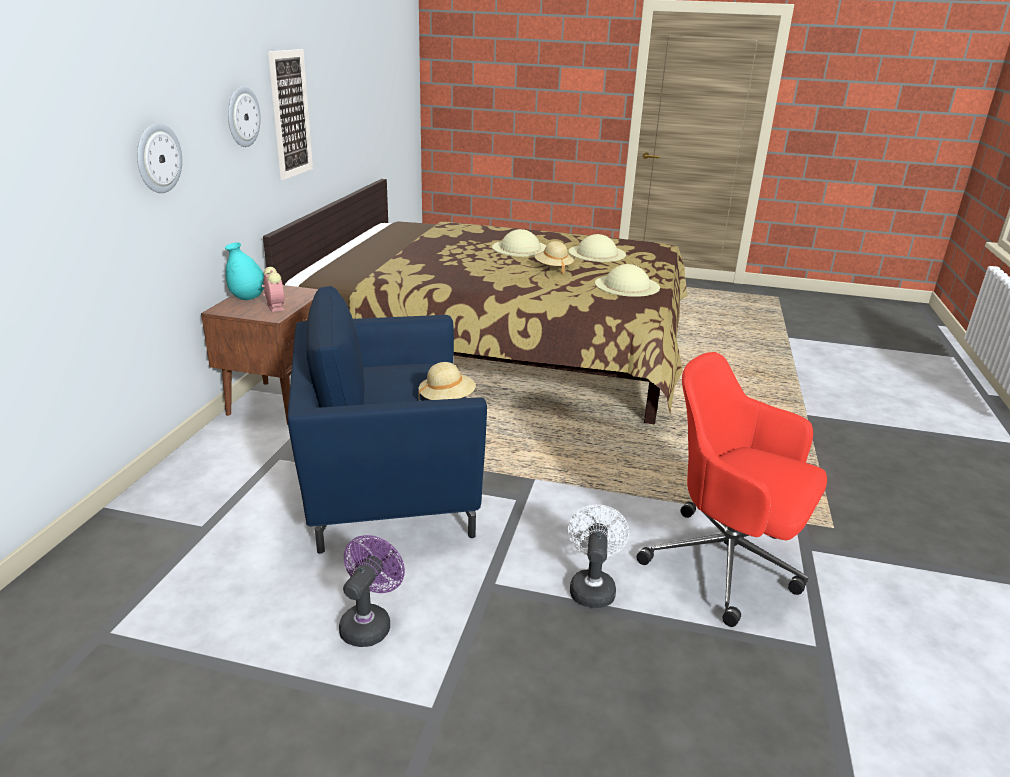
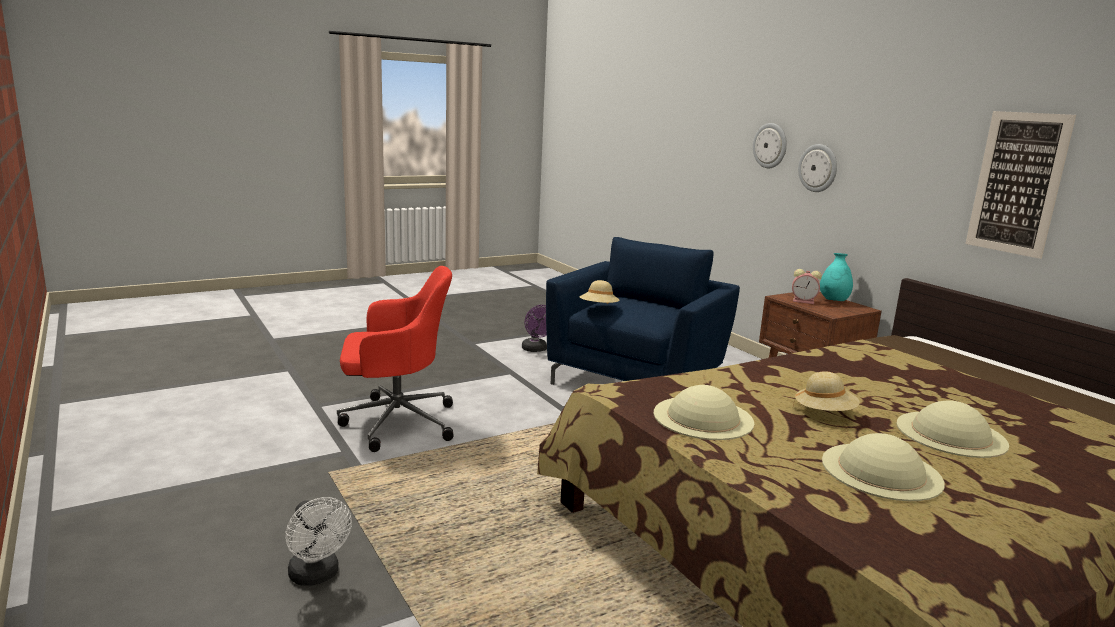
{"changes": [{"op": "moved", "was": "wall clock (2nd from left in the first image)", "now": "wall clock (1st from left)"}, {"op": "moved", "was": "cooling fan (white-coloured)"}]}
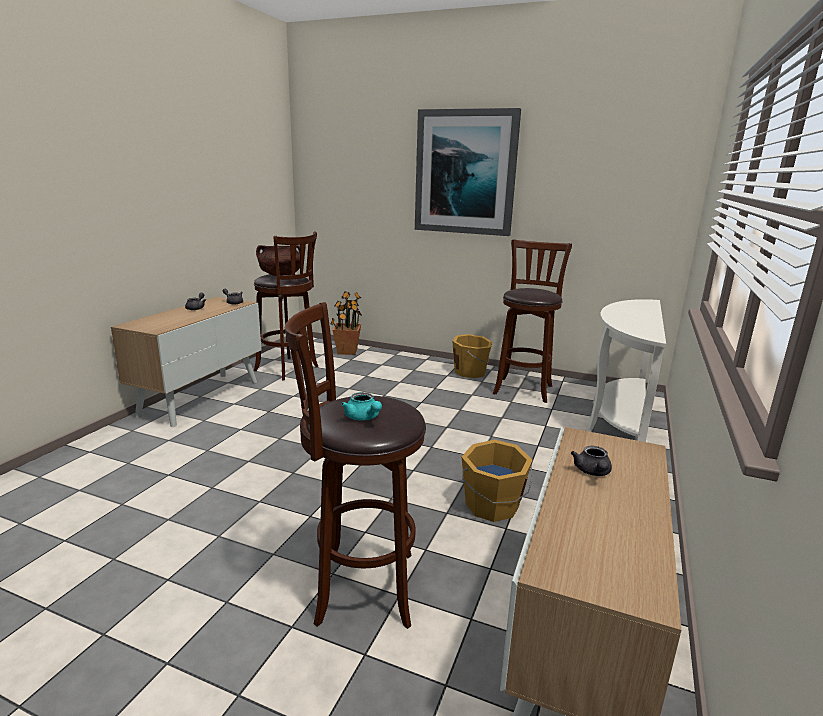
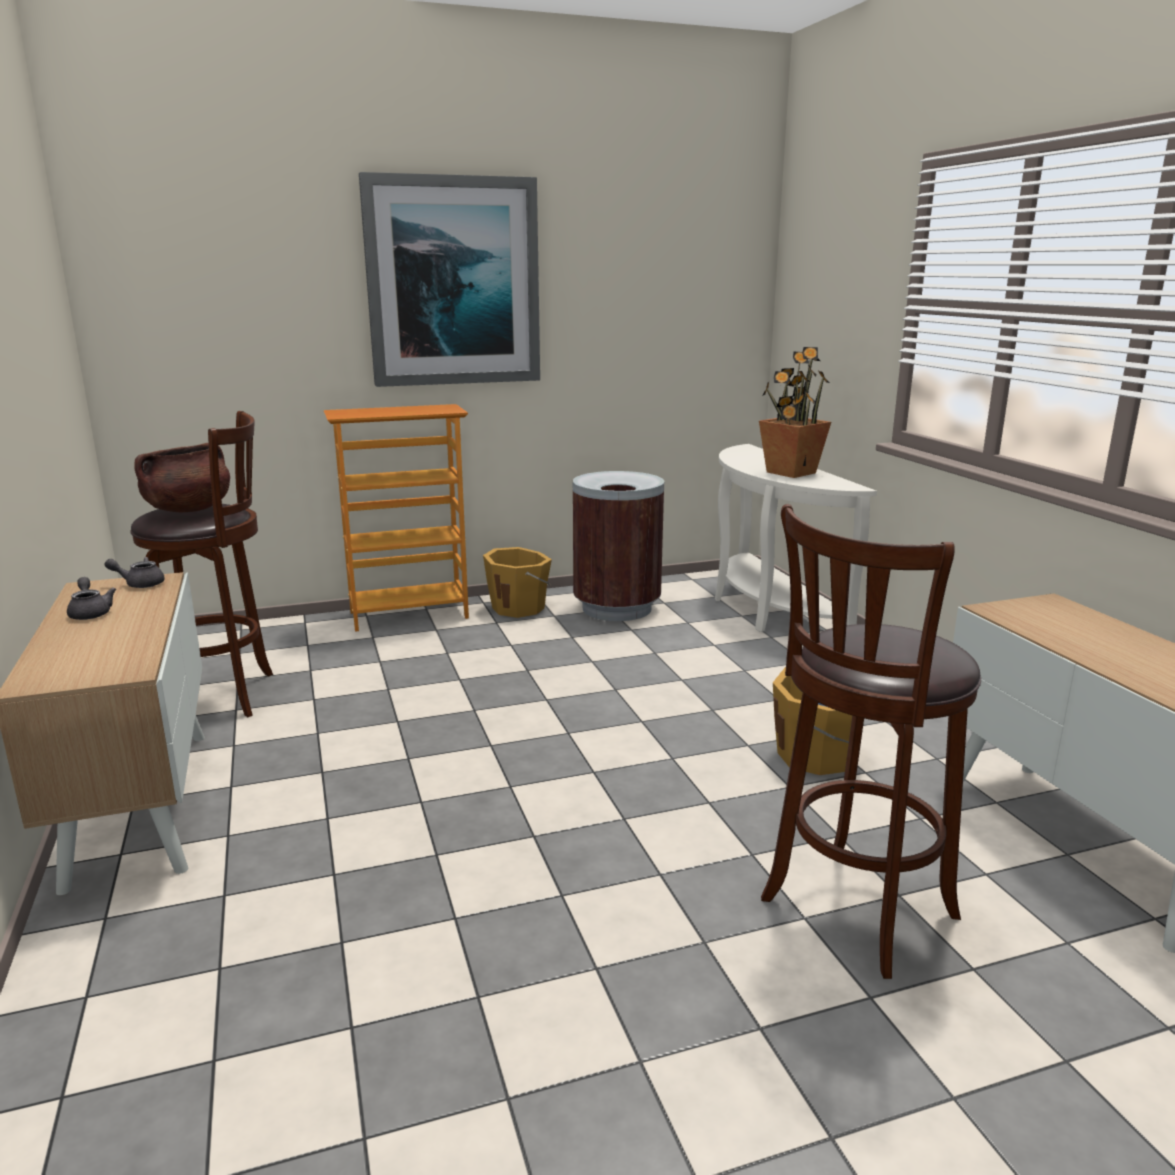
{"changes": [{"op": "replaced", "was": "stool (brown-coloured) (3rd from left)", "now": "waste bin (brown-coloured)"}, {"op": "moved", "was": "houseplant"}, {"op": "removed", "was": "pot for tea (turquoise)"}, {"op": "removed", "was": "pot for tea (greyish) (3rd from left)"}, {"op": "added", "now": "shelving unit"}]}
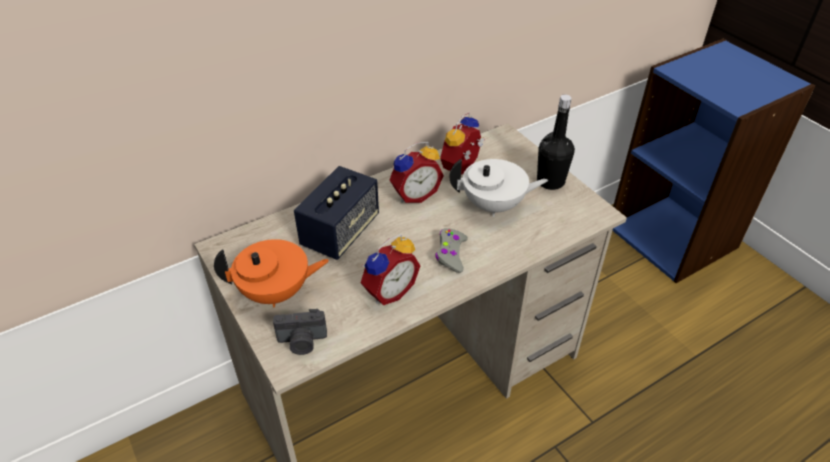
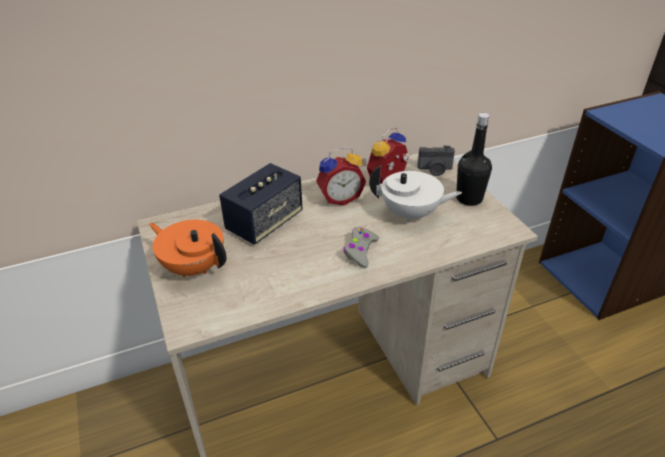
{"changes": [{"op": "removed", "was": "table clock (1st from left)"}, {"op": "turned", "was": "pot for tea (orangey)", "clockwise": -150}, {"op": "moved", "was": "photo camera"}]}
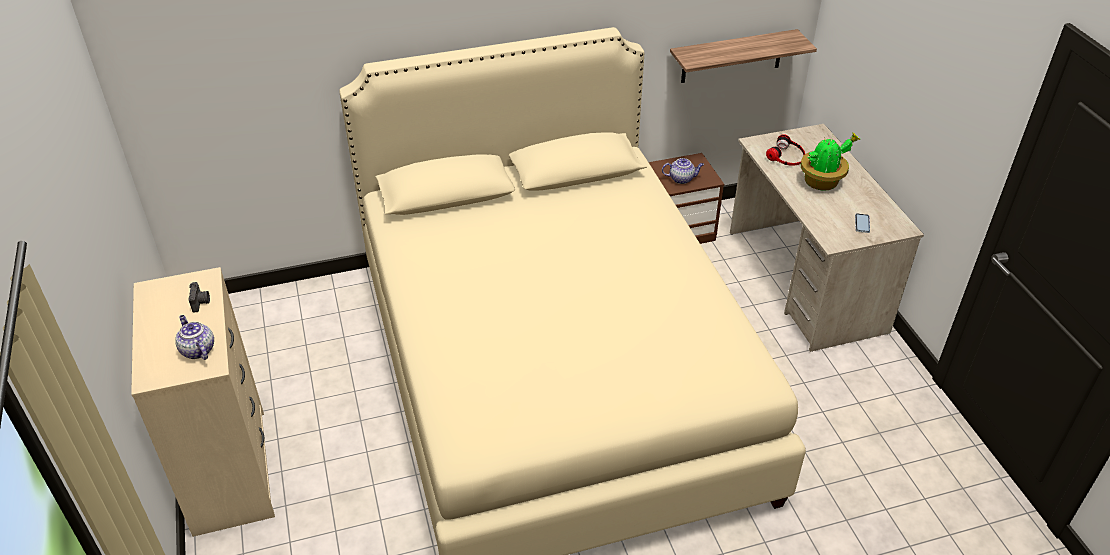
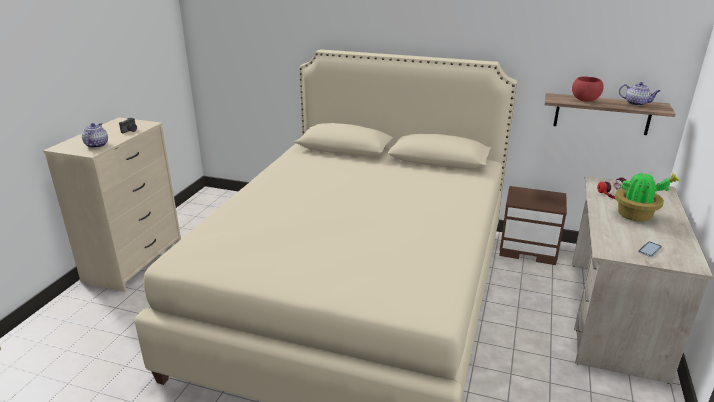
{"changes": [{"op": "moved", "was": "pot for tea (2nd from left)"}, {"op": "added", "now": "serving bowl (red-coloured)"}]}
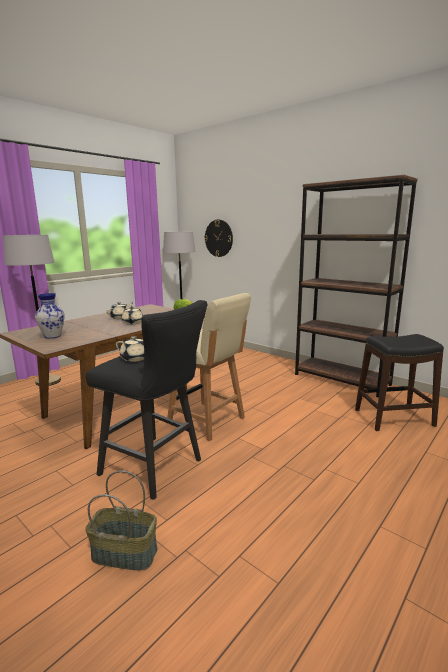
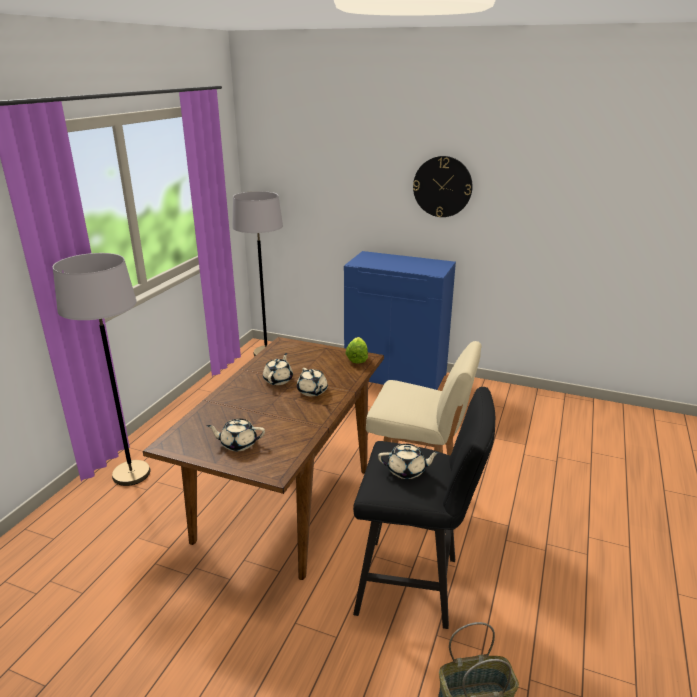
{"changes": [{"op": "removed", "was": "shelving unit (brown-coloured)"}, {"op": "moved", "was": "wall clock"}, {"op": "replaced", "was": "decorative vase", "now": "pot for tea (beige) (1st from left)"}, {"op": "removed", "was": "stool (black-coloured) (2nd from left)"}, {"op": "added", "now": "cupboard (bluish)"}]}
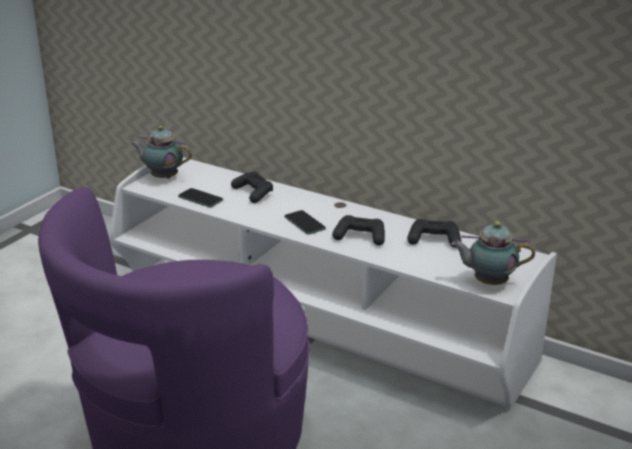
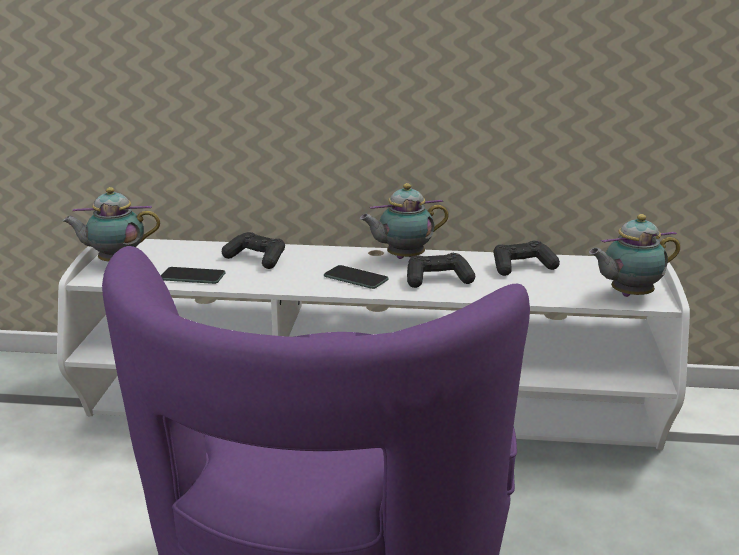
{"changes": [{"op": "added", "now": "pot for tea (2nd from left)"}]}
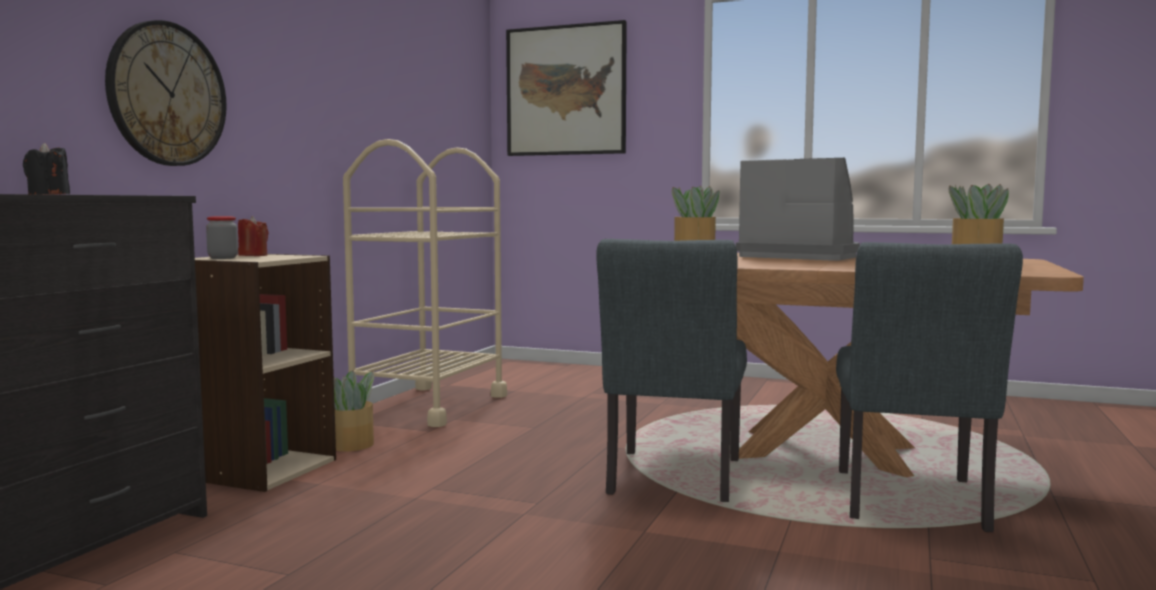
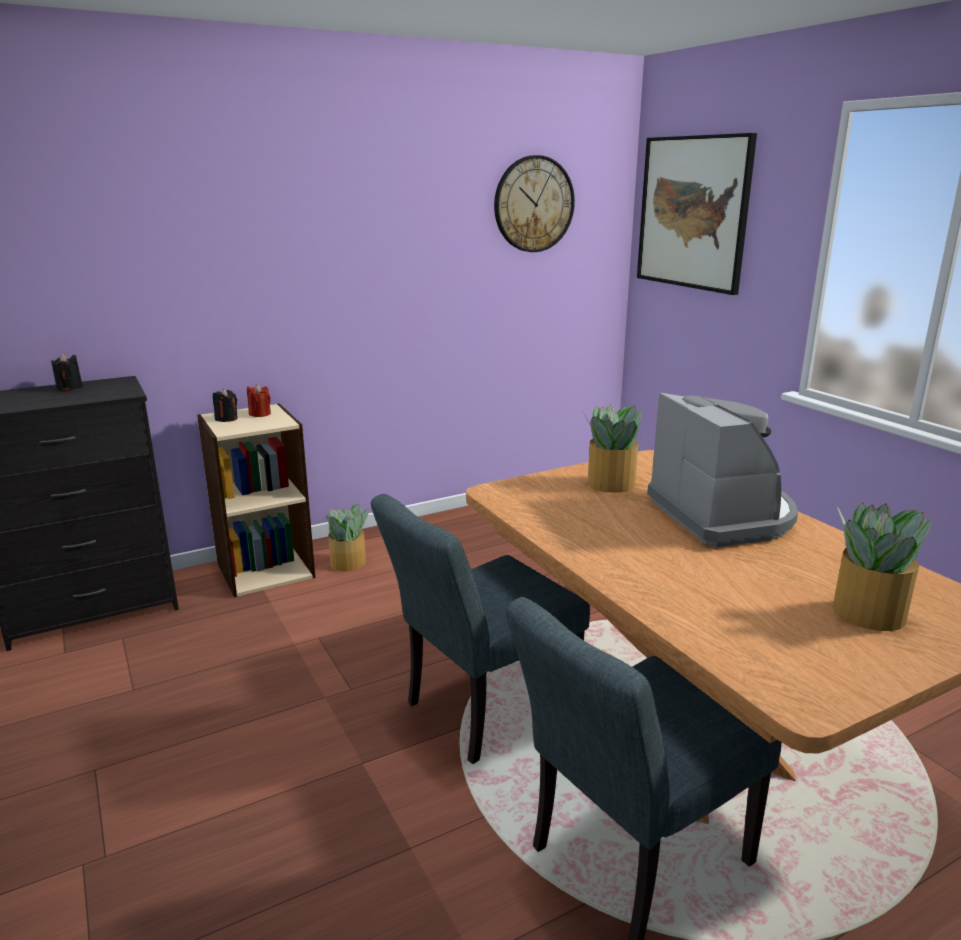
{"changes": [{"op": "moved", "was": "wall clock"}, {"op": "removed", "was": "wheeled cart (beige)"}, {"op": "replaced", "was": "preserve jar", "now": "candle (black-coloured) (2nd from left)"}]}
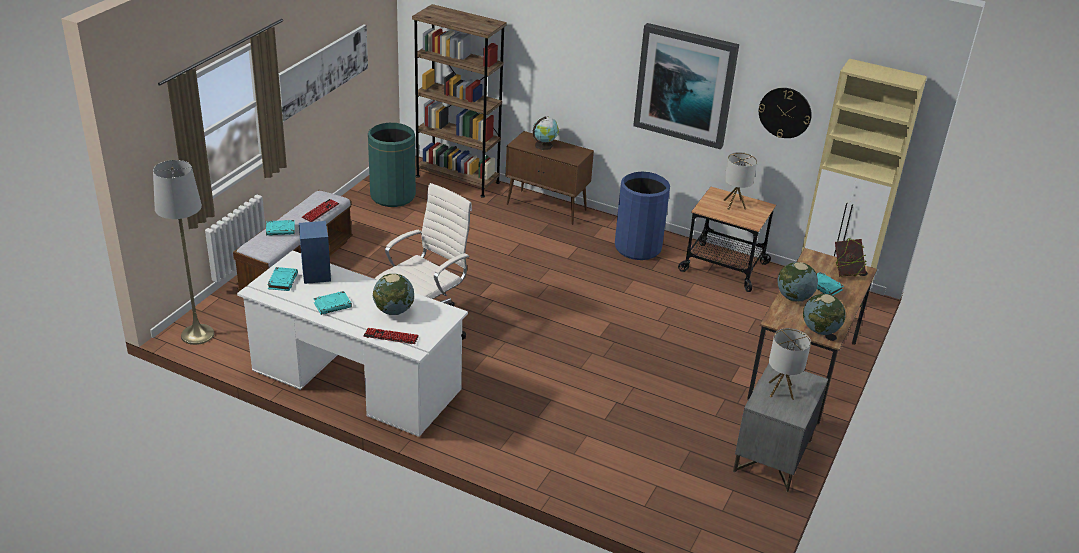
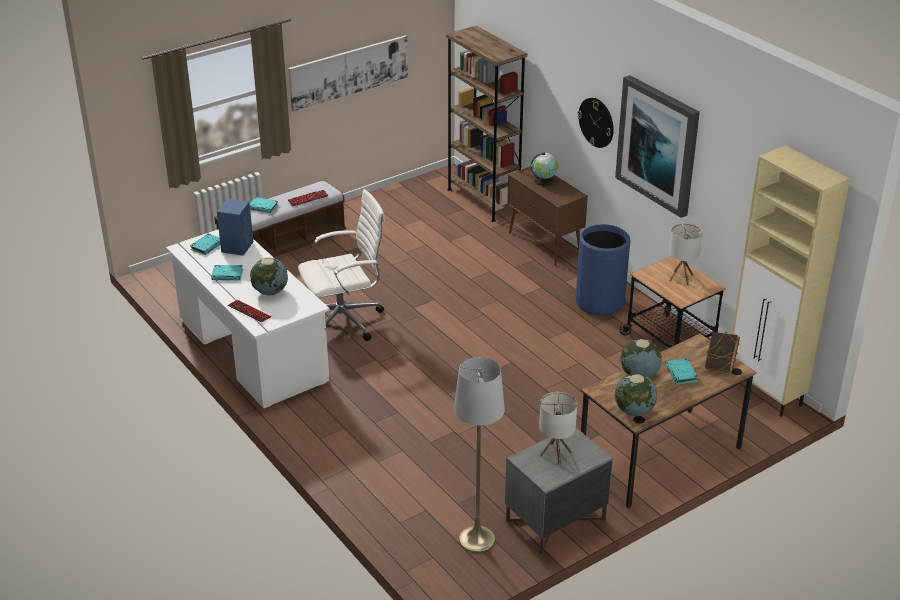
{"changes": [{"op": "moved", "was": "wall clock"}, {"op": "removed", "was": "waste bin (green-coloured)"}, {"op": "moved", "was": "standing lamp (greyish)"}]}
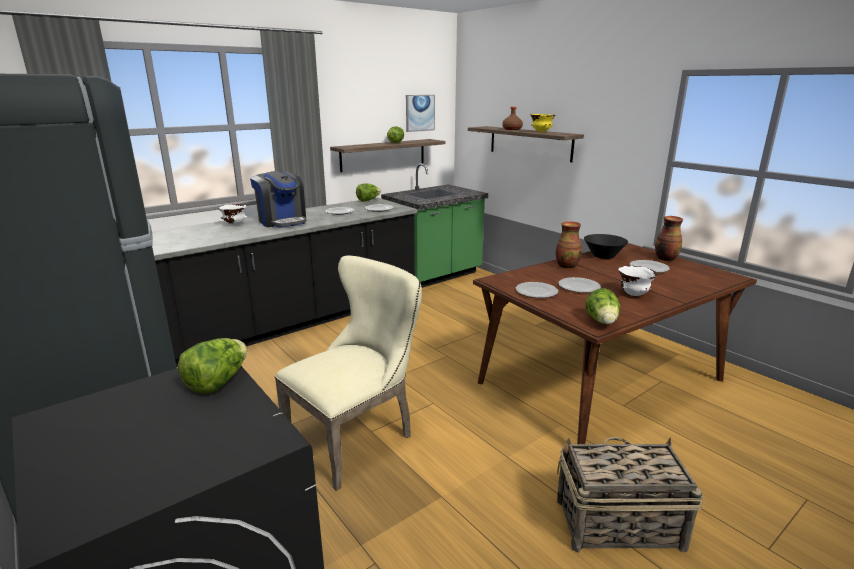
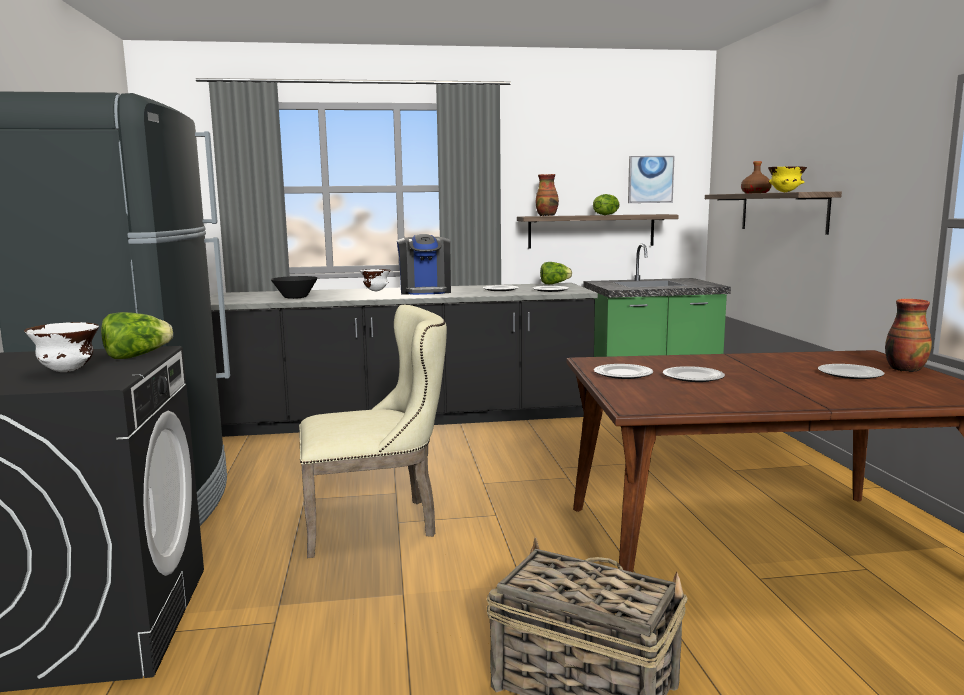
{"changes": [{"op": "moved", "was": "decorative vase (1st from left)"}, {"op": "moved", "was": "serving bowl (black-coloured)"}, {"op": "moved", "was": "serving bowl (white-coloured) (2nd from left in the first image)", "now": "serving bowl (white-coloured) (1st from left)"}, {"op": "removed", "was": "lettuce head (4th from left)"}]}
